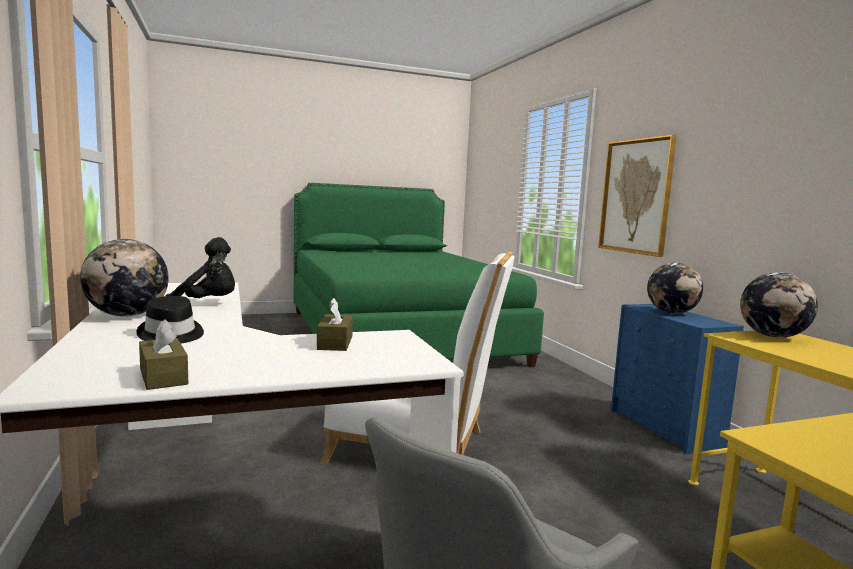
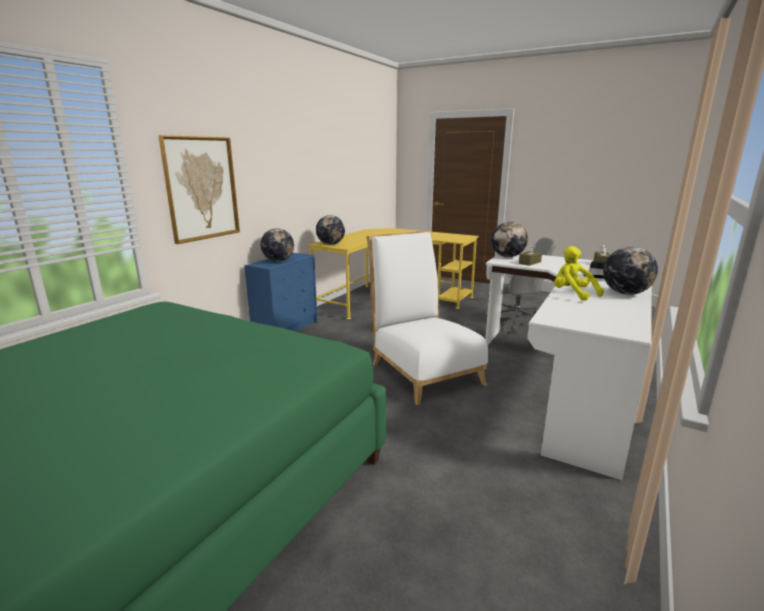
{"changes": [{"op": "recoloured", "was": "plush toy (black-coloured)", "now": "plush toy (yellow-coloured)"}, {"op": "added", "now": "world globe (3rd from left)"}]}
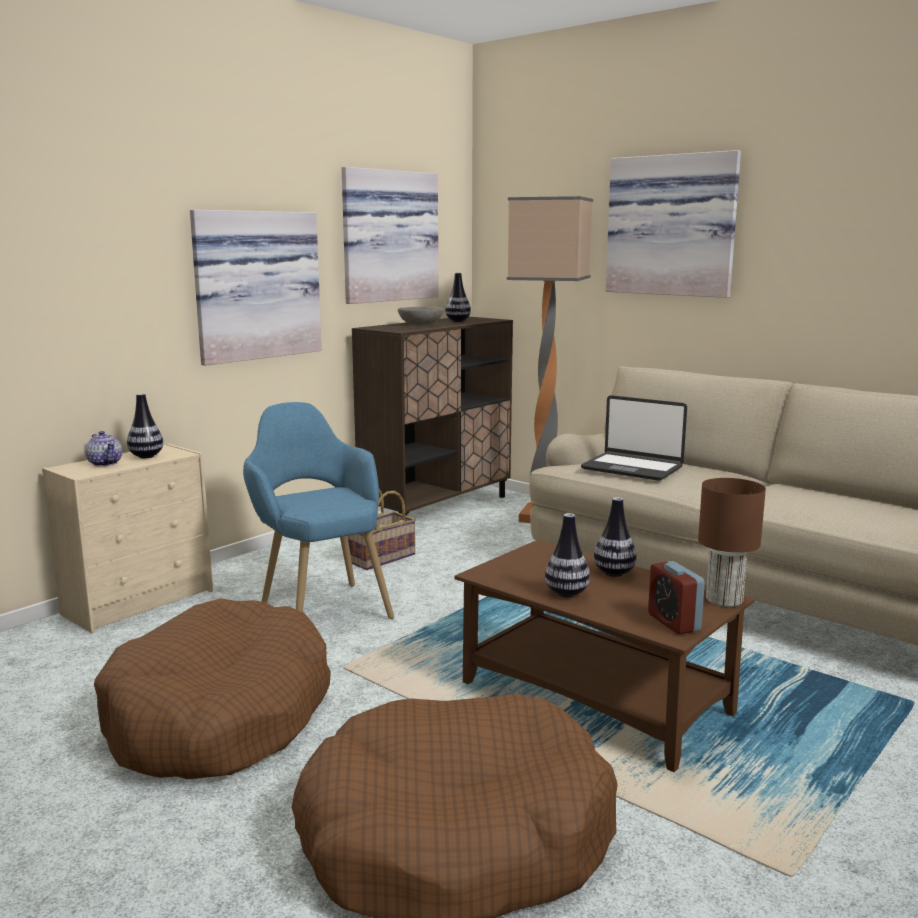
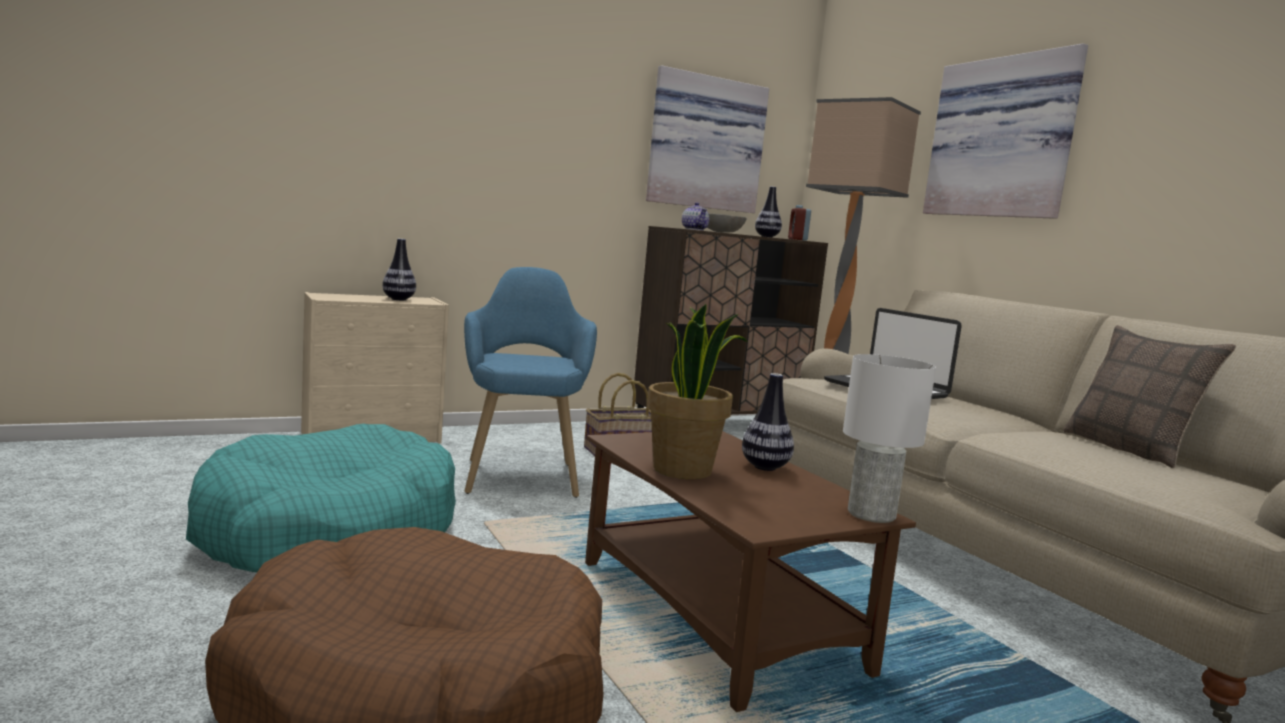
{"changes": [{"op": "removed", "was": "wall picture (1st from left)"}, {"op": "moved", "was": "pot for tea"}, {"op": "recoloured", "was": "tabletop lamp (brown-coloured)", "now": "tabletop lamp (white-coloured)"}, {"op": "replaced", "was": "decorative vase (3rd from left)", "now": "houseplant"}, {"op": "moved", "was": "table clock"}, {"op": "recoloured", "was": "pet bed (brown-coloured) (1st from left)", "now": "pet bed (turquoise)"}, {"op": "added", "now": "pillow"}]}
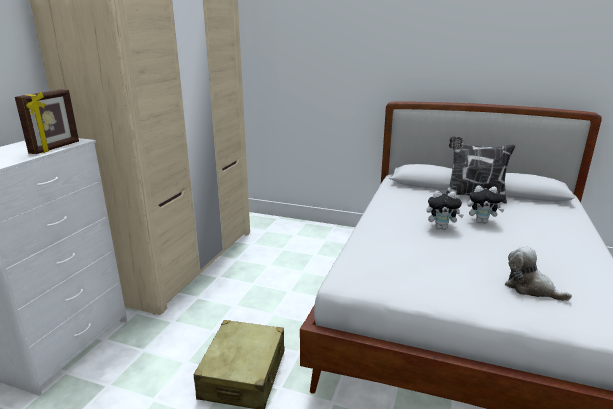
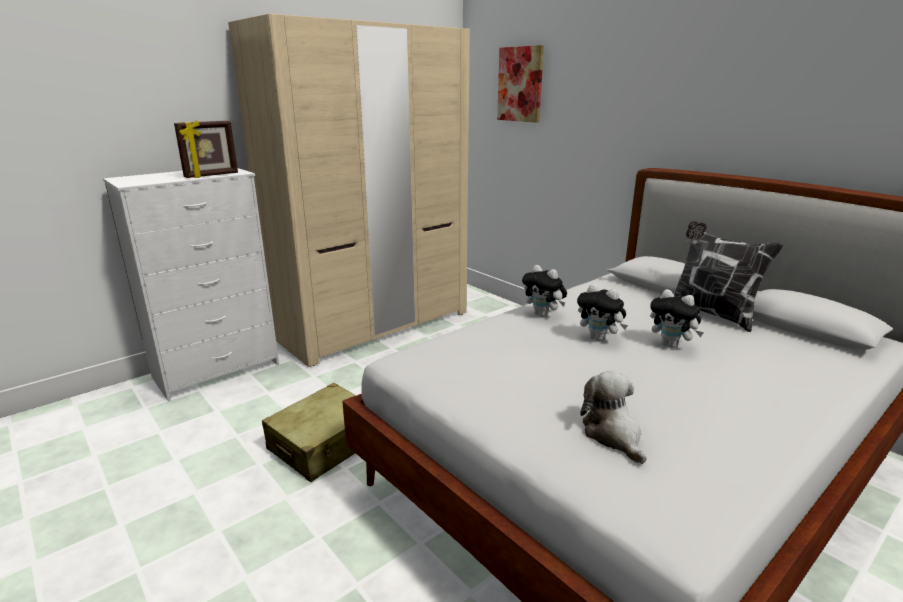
{"changes": [{"op": "added", "now": "wall picture"}, {"op": "added", "now": "plush toy (1st from left)"}]}
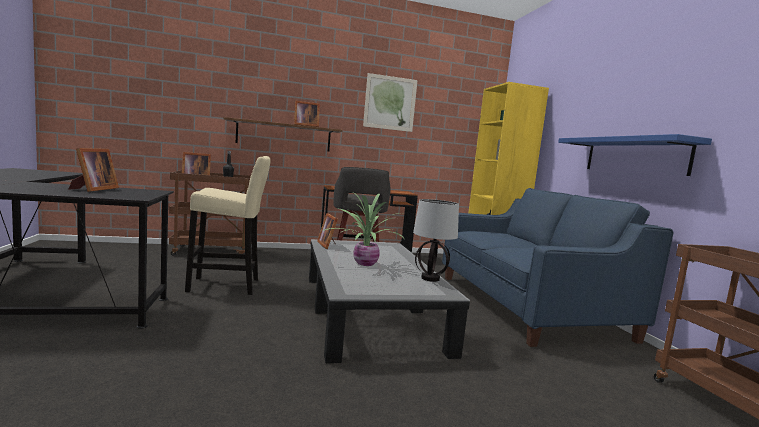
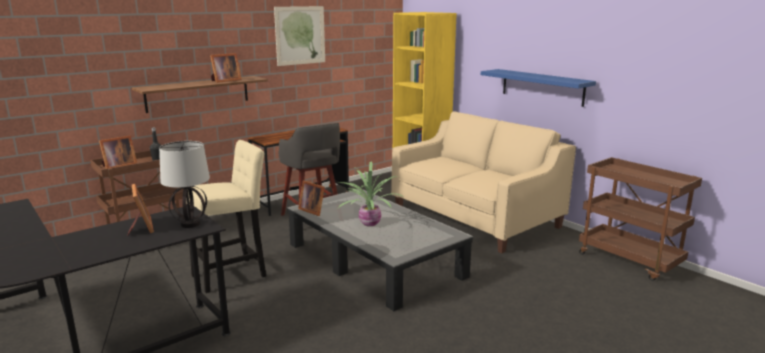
{"changes": [{"op": "recoloured", "was": "sofa (bluish)", "now": "sofa (beige)"}, {"op": "moved", "was": "tabletop lamp"}]}
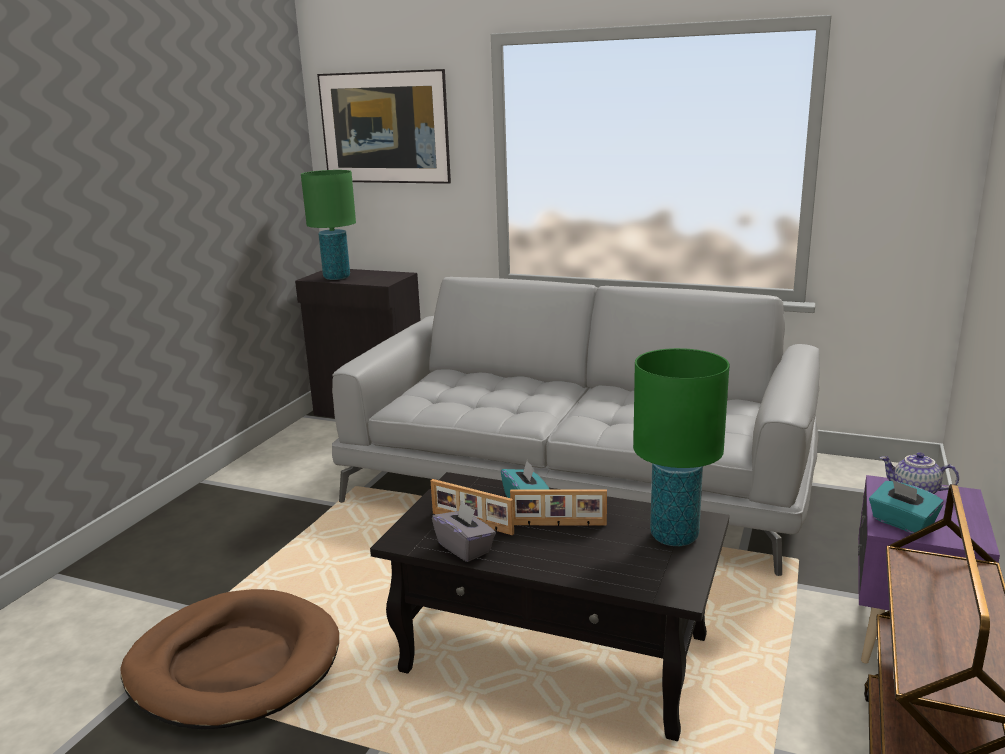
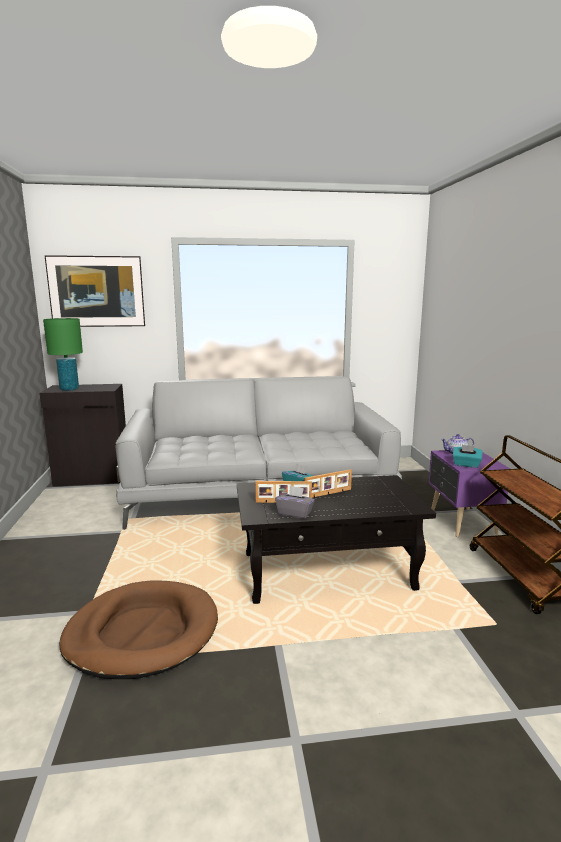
{"changes": [{"op": "removed", "was": "tabletop lamp (green-coloured) (2nd from left)"}]}
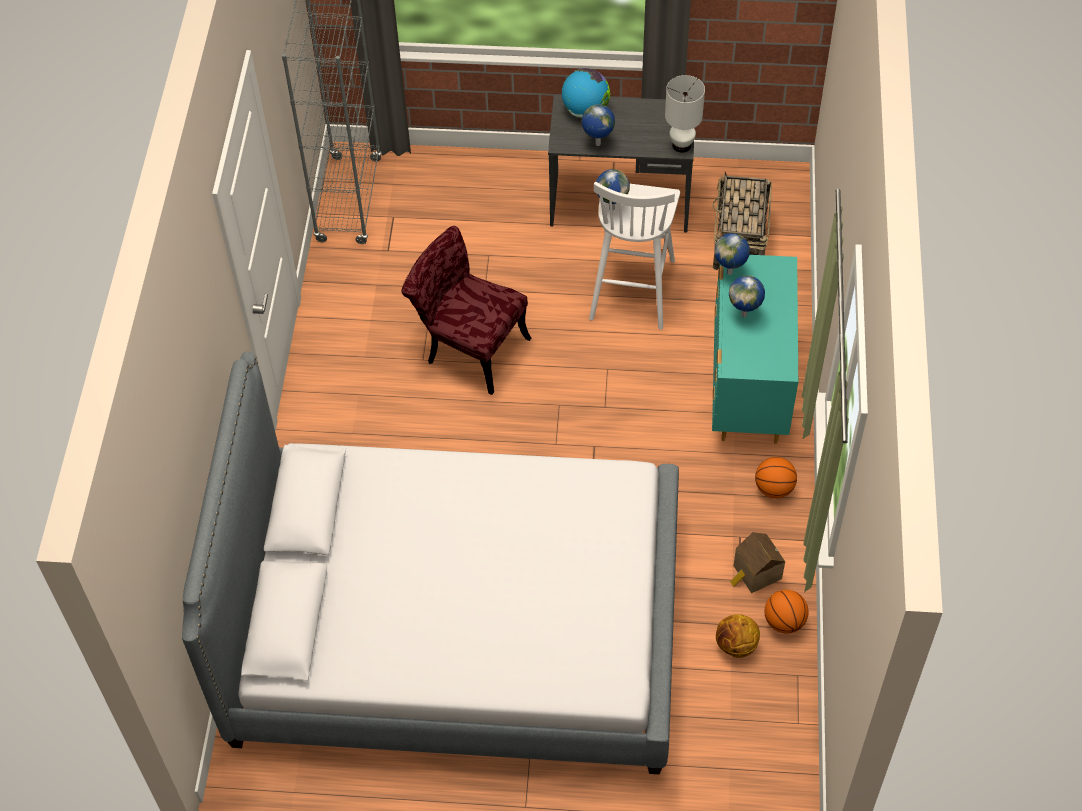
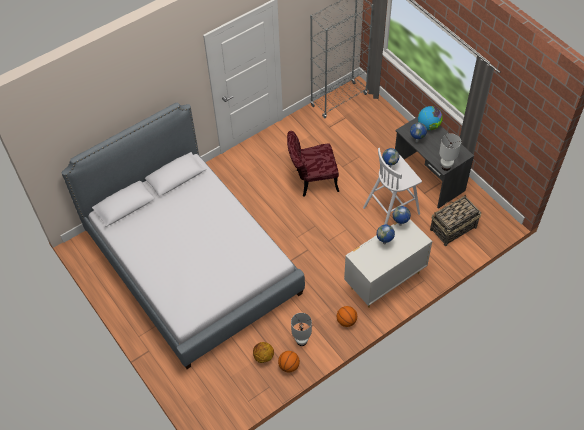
{"changes": [{"op": "turned", "was": "upright chair (red-coloured)", "clockwise": -90}, {"op": "recoloured", "was": "dresser (turquoise)", "now": "dresser (white-coloured)"}, {"op": "replaced", "was": "model house", "now": "tabletop lamp (white-coloured) (1st from left)"}]}
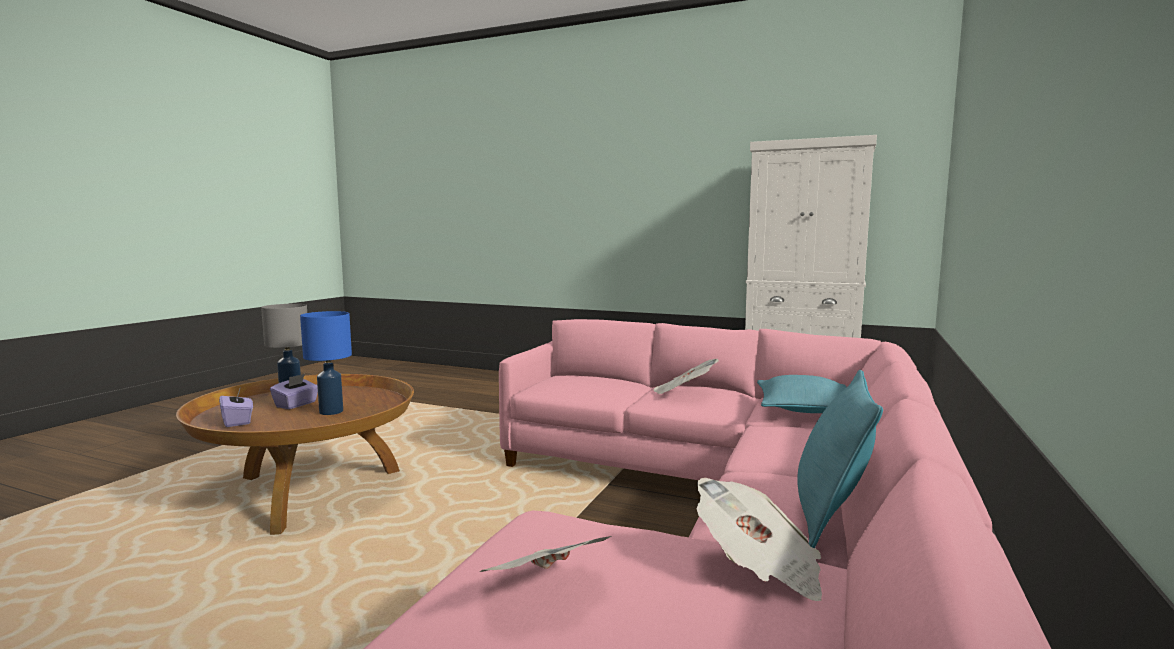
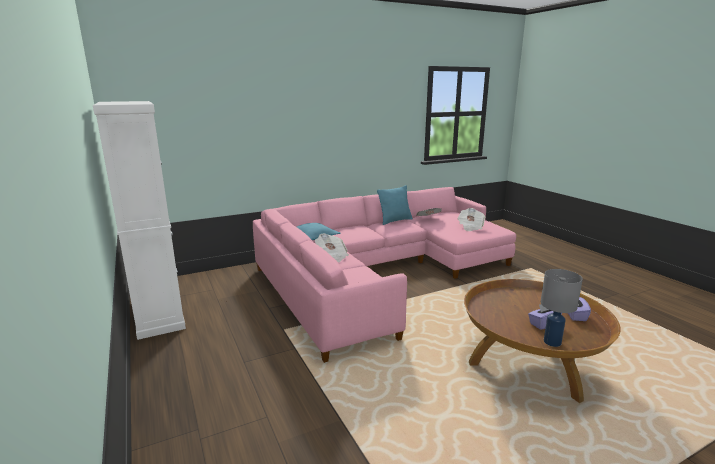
{"changes": [{"op": "removed", "was": "tabletop lamp (bluish)"}]}
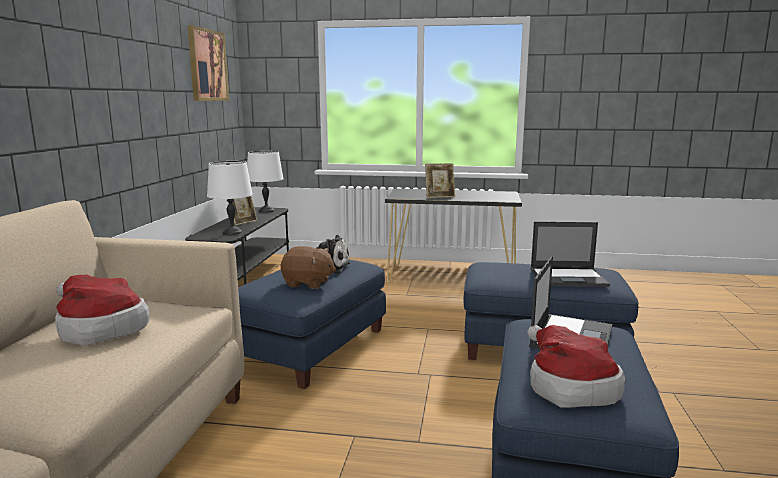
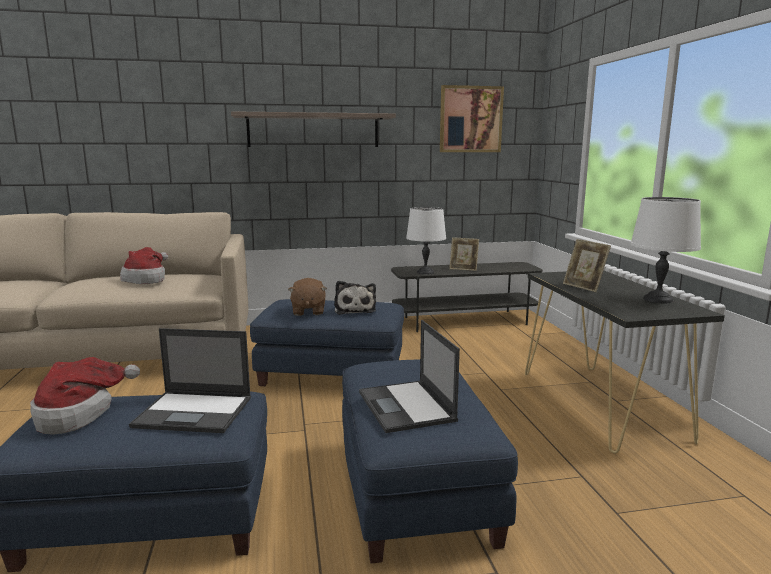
{"changes": [{"op": "moved", "was": "tabletop lamp (white-coloured) (2nd from left)"}, {"op": "added", "now": "bracket shelf"}]}
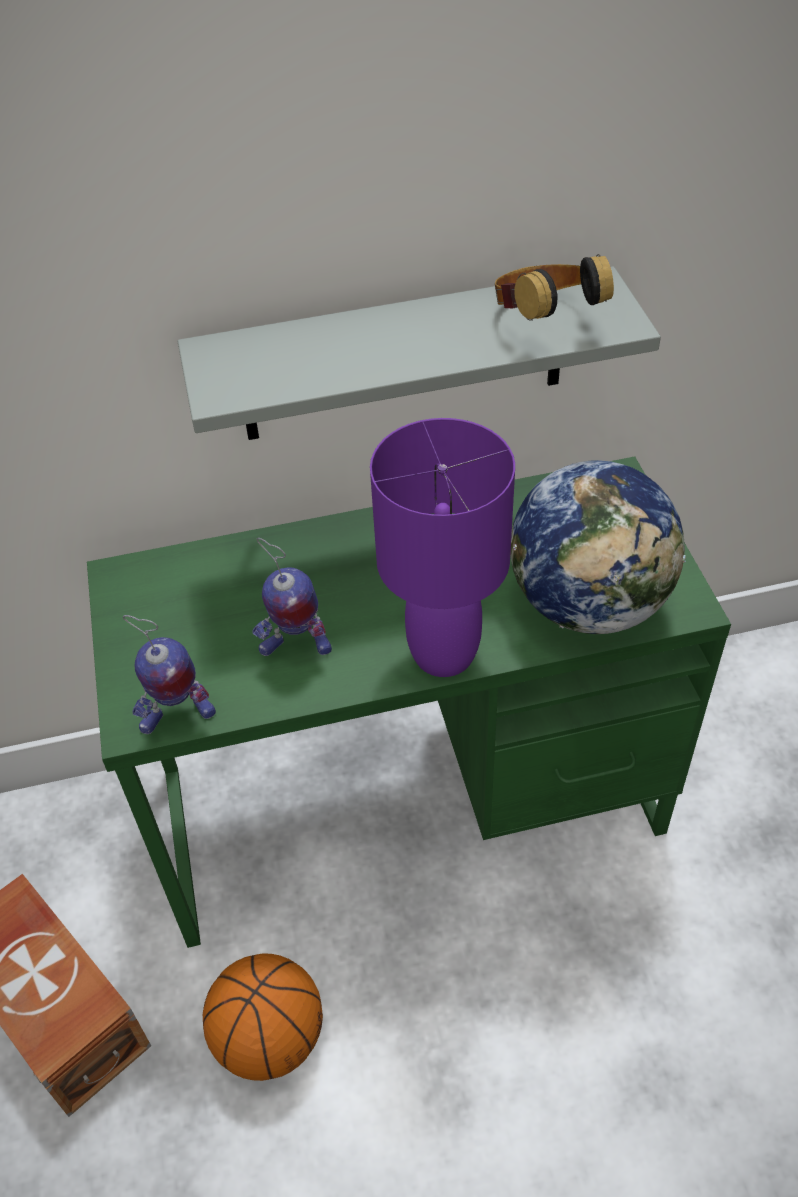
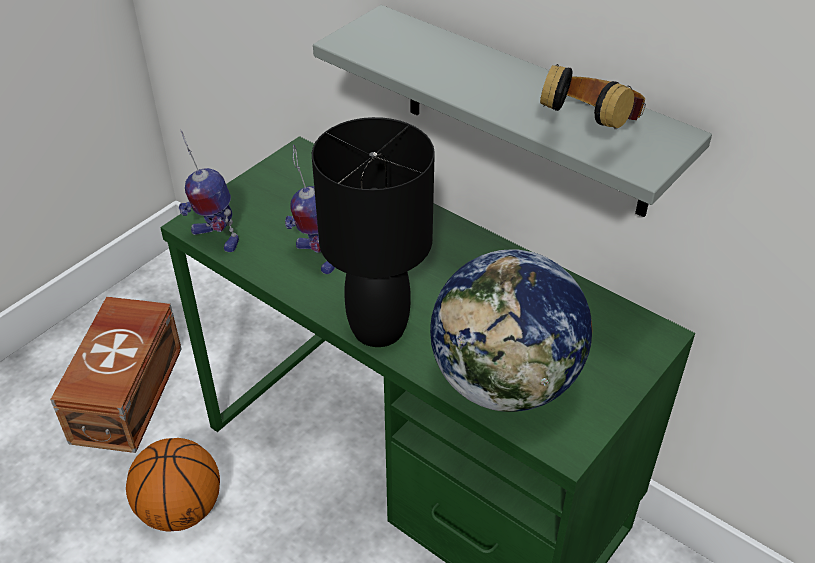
{"changes": [{"op": "recoloured", "was": "tabletop lamp (purple)", "now": "tabletop lamp (black-coloured)"}]}
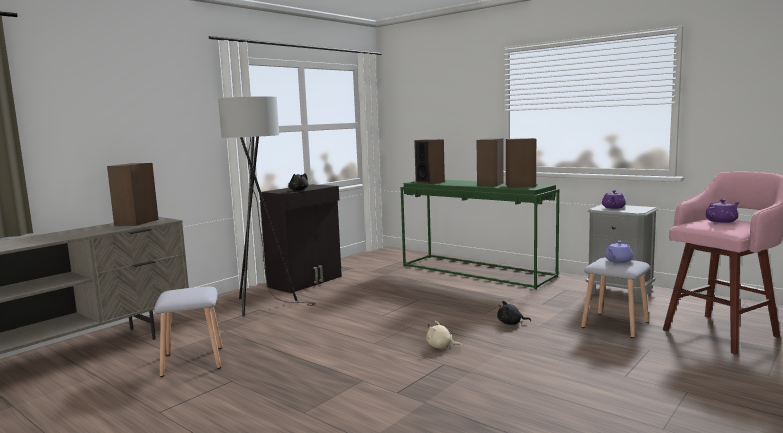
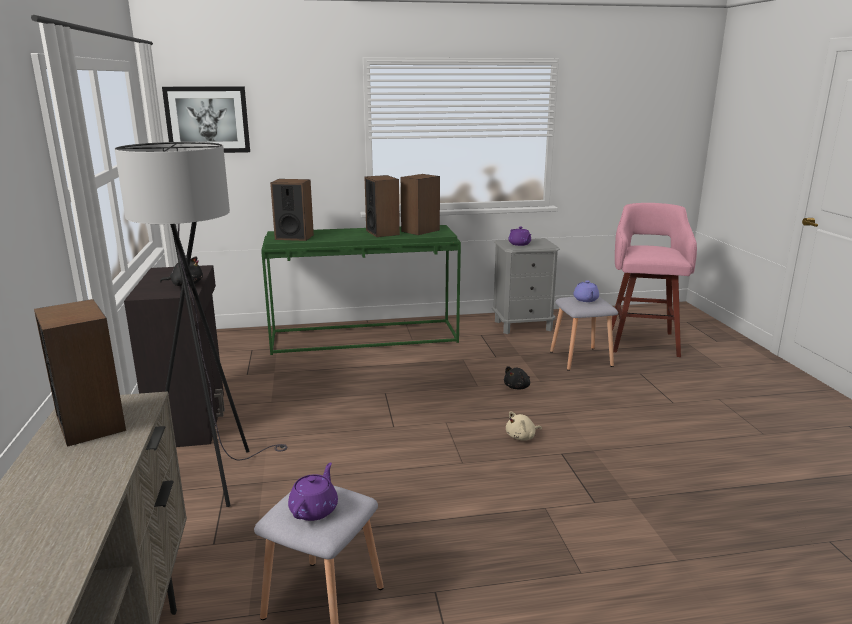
{"changes": [{"op": "moved", "was": "pot for tea (purple) (3rd from left in the first image)", "now": "pot for tea (purple) (1st from left)"}, {"op": "added", "now": "wall picture"}]}
